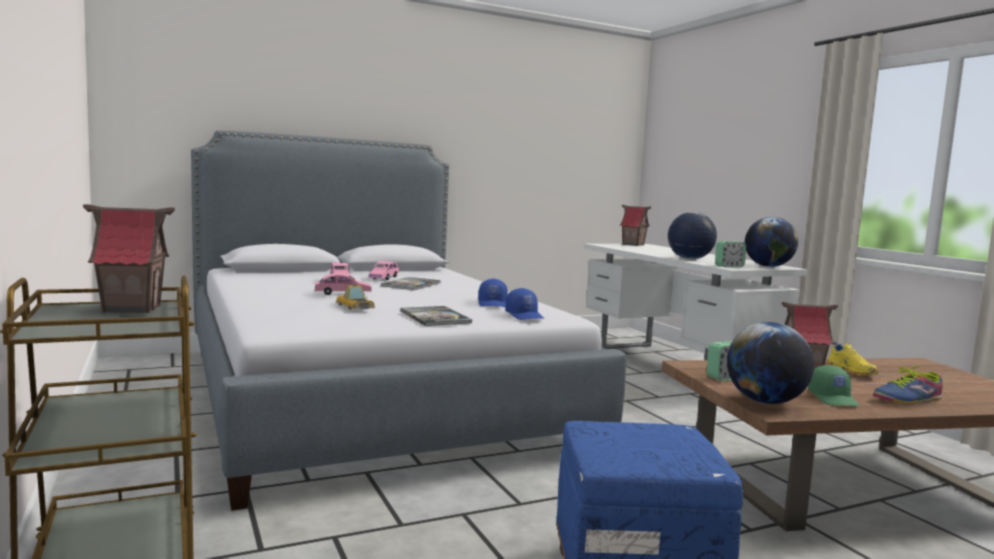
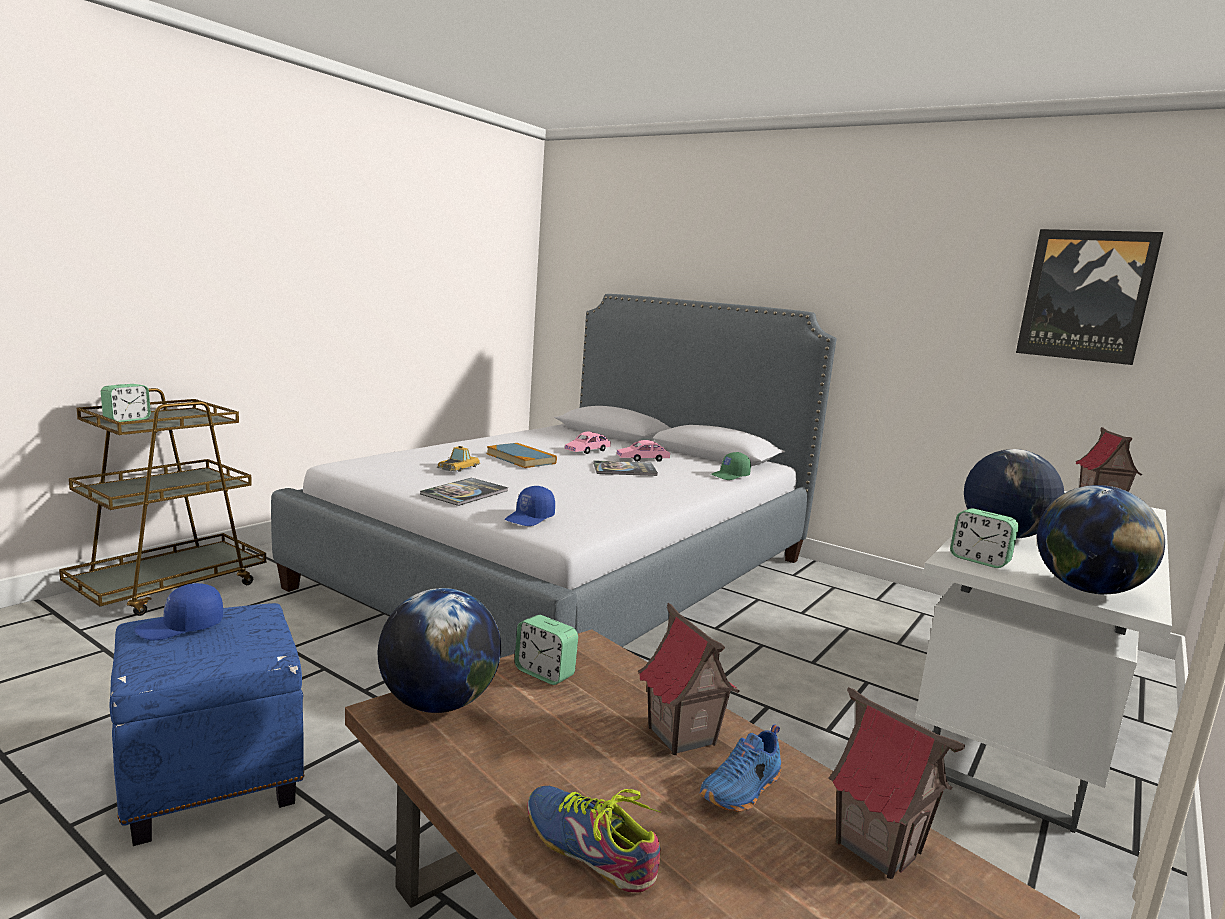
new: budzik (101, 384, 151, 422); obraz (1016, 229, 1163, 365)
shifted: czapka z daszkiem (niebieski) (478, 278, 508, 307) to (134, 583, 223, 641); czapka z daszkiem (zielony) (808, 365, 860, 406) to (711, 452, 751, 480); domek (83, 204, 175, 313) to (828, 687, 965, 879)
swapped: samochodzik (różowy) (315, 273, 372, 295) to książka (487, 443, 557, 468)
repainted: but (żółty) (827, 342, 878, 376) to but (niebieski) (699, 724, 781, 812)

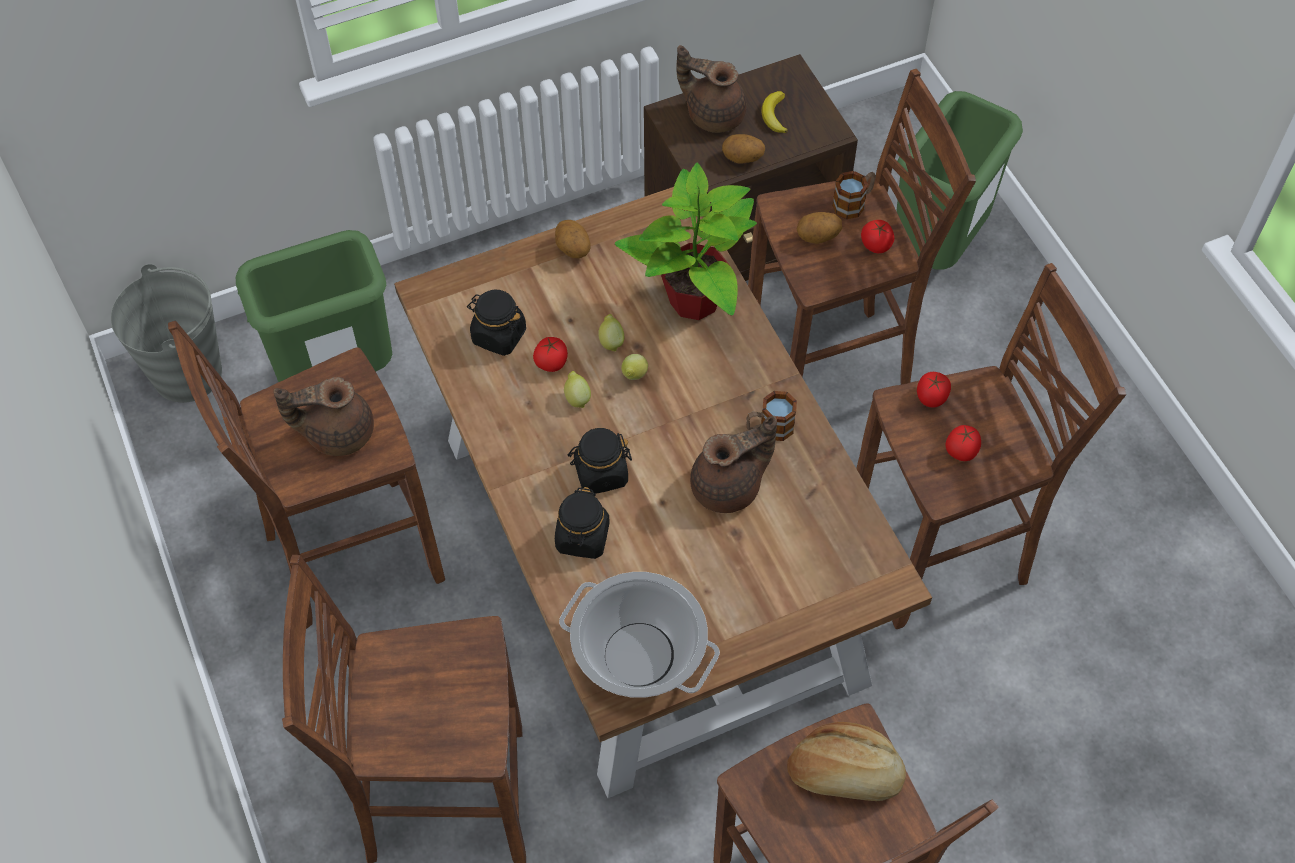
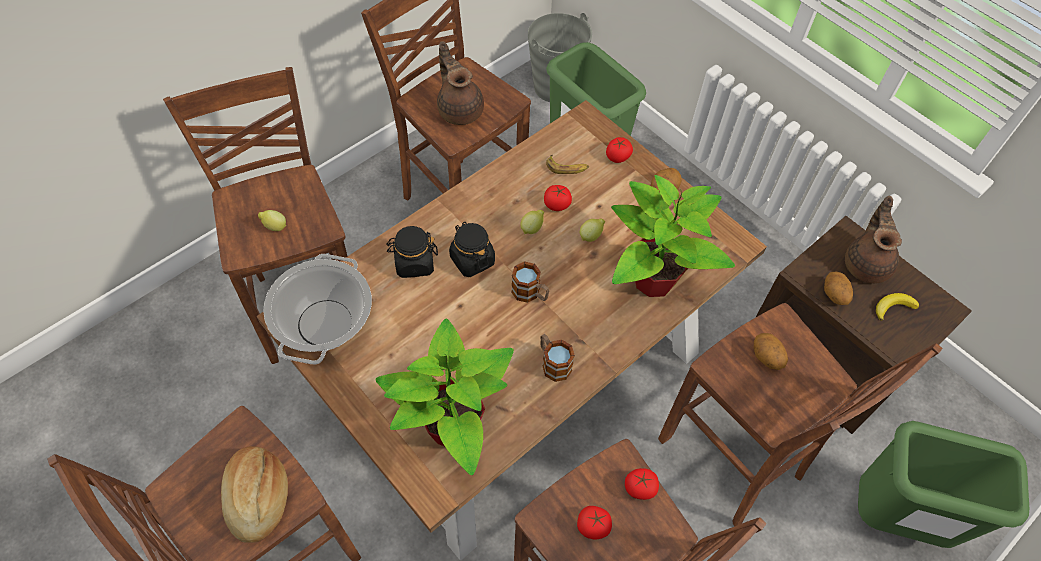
gone: imbryk (brązowy) (690, 416, 777, 513)
new: roślina doniczkowa (375, 319, 514, 475)
shifted: cytryna (621, 354, 648, 380) to (258, 210, 287, 231); kubek (832, 171, 876, 219) to (511, 261, 549, 303); pomidor (861, 220, 894, 253) to (606, 137, 633, 163)
swapped: słoik (czarny) (467, 290, 526, 356) to banan (546, 155, 589, 174)

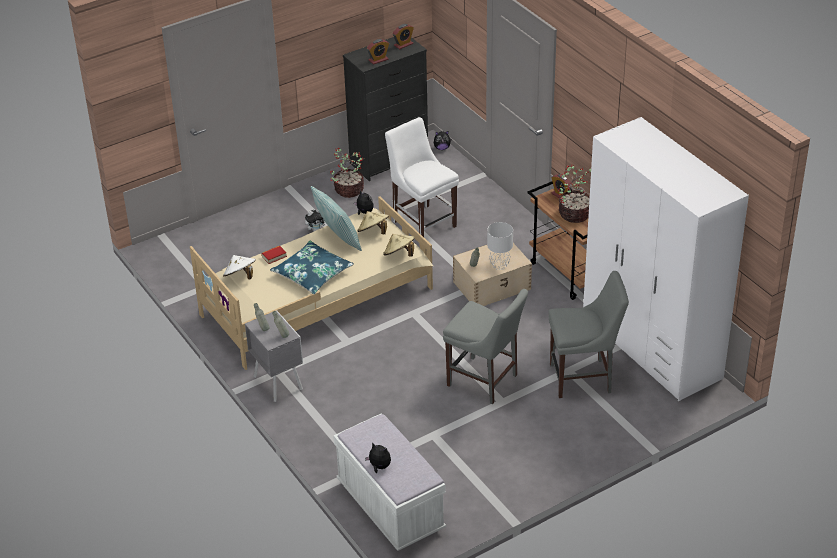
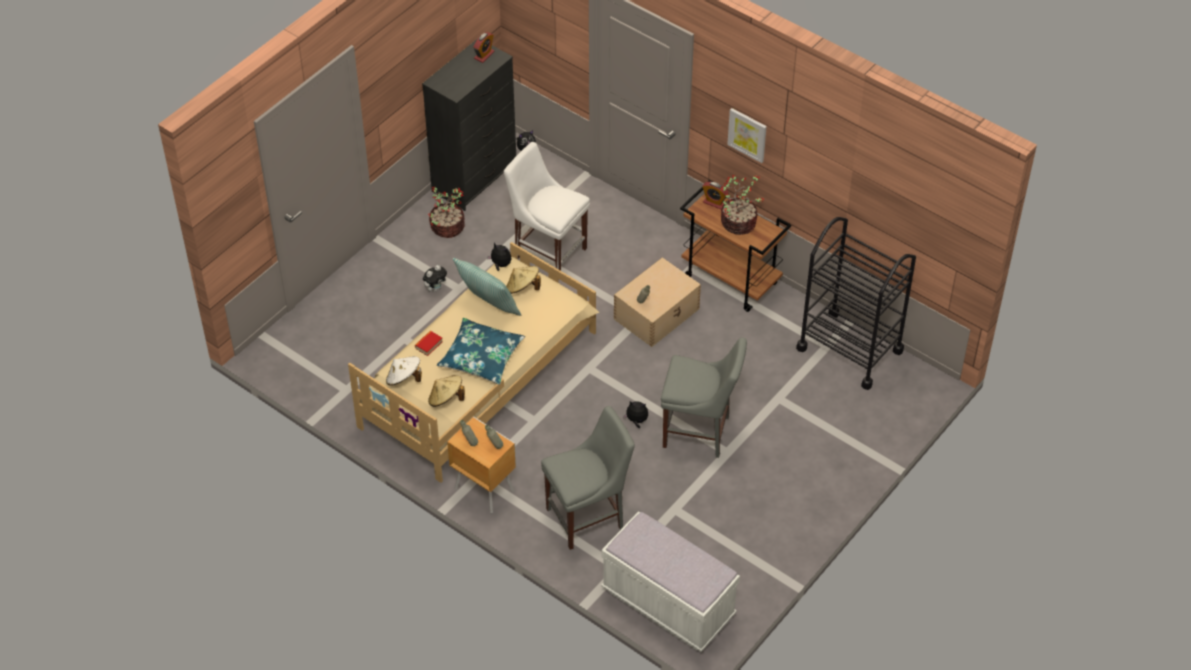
gone: budzik (367, 39, 389, 65); lampa stołowa (szary) (487, 222, 513, 270)
new: obraz (727, 108, 767, 163)
shifted: kapelusz (beżowy) (383, 234, 415, 257) to (428, 375, 465, 407); krzesło (szary) (548, 271, 629, 398) to (541, 406, 635, 550); pluszak (365, 442, 391, 473) to (623, 401, 648, 428)
swapped: szafa (biały) (583, 117, 749, 401) to wózek (czarny) (796, 217, 916, 390)
repainted: szafka nocna (szary) (245, 310, 303, 402) to szafka nocna (brązowy) (447, 417, 516, 513)

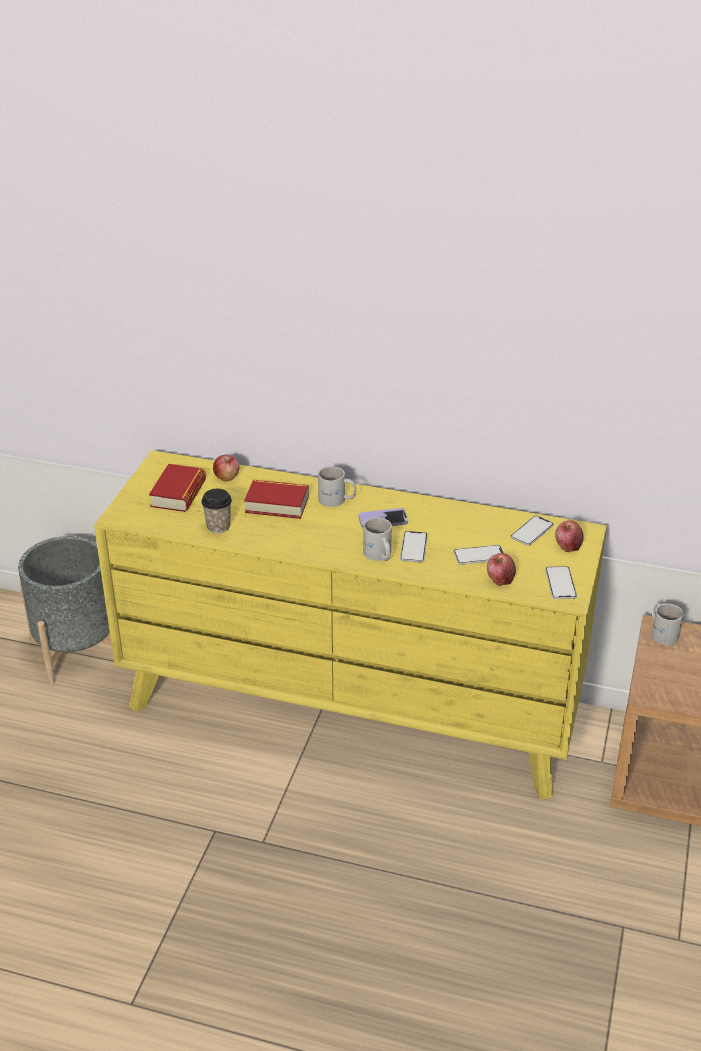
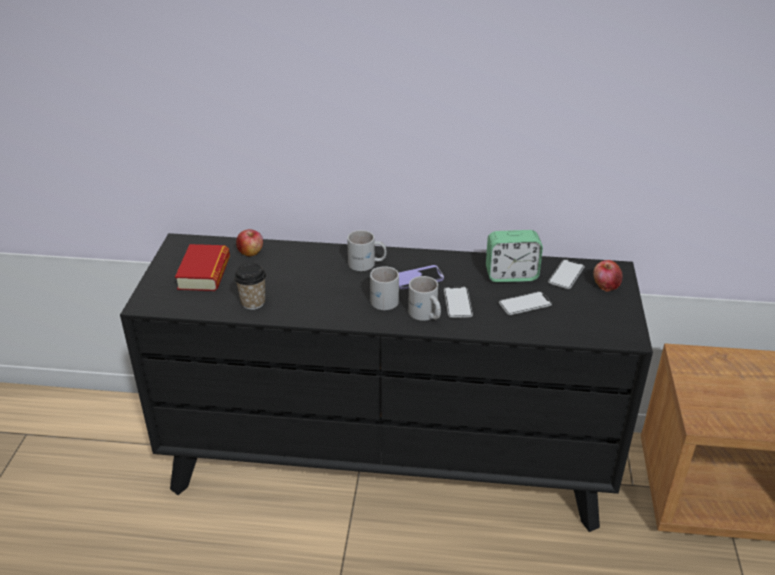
gone: donica (szary) (18, 536, 112, 684); książka (244, 480, 309, 519); jabłko (487, 553, 516, 586); telefon (545, 566, 577, 599)
new: budzik (486, 230, 543, 282)
shifted: kubek (biały) (651, 604, 684, 645) to (370, 266, 399, 310)
repainted: komoda (żółty) (94, 450, 607, 800) to komoda (czarny) (120, 233, 653, 532)

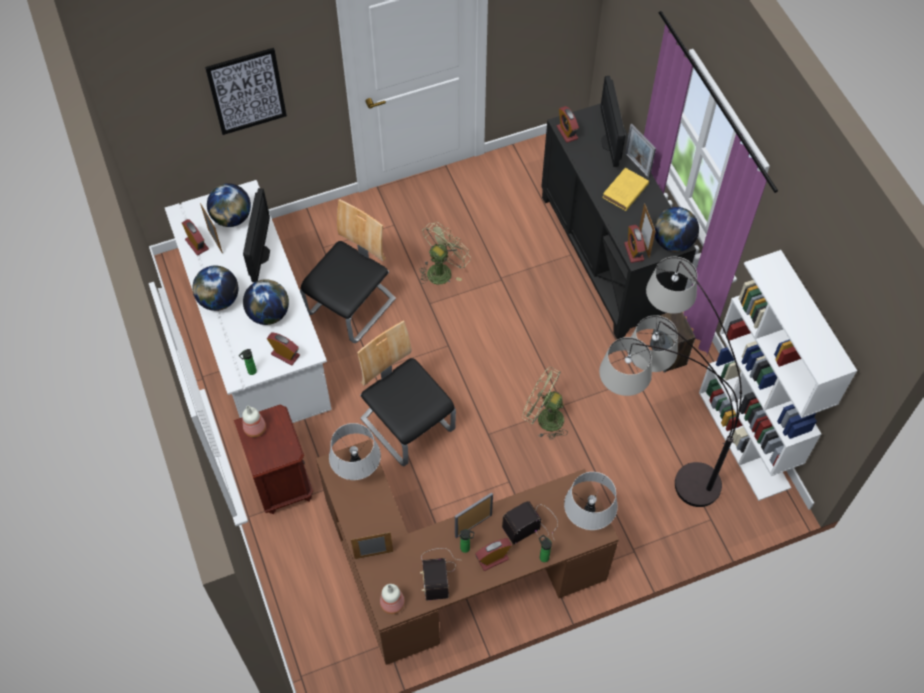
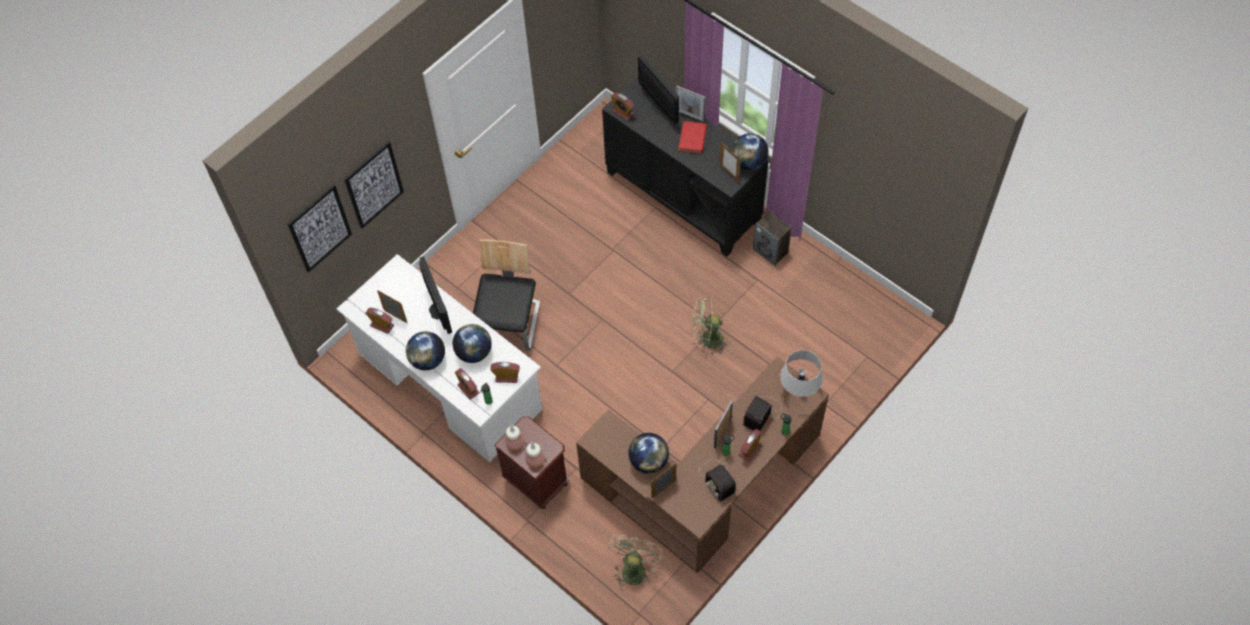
gone: lampa stołowa (szary) (329, 423, 381, 480); krzesło (357, 320, 456, 466); lampa stojąca (599, 257, 742, 507); regał (biały) (699, 250, 857, 501)
new: obraz (287, 184, 352, 273)
shifted: budzik (624, 225, 645, 263) to (455, 368, 480, 400); butelka (380, 584, 405, 614) to (526, 442, 545, 468); wentylator (zielony) (419, 222, 471, 285) to (608, 535, 663, 590); globus (207, 183, 251, 227) to (628, 433, 669, 474)
repainted: książka (żółty) (602, 168, 649, 211) to książka (czerwony) (678, 121, 707, 154)

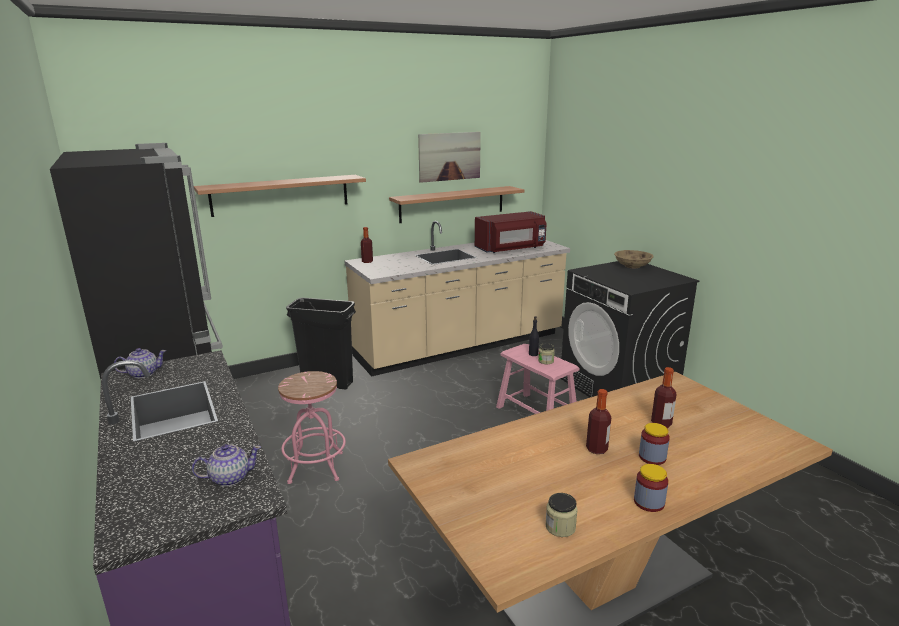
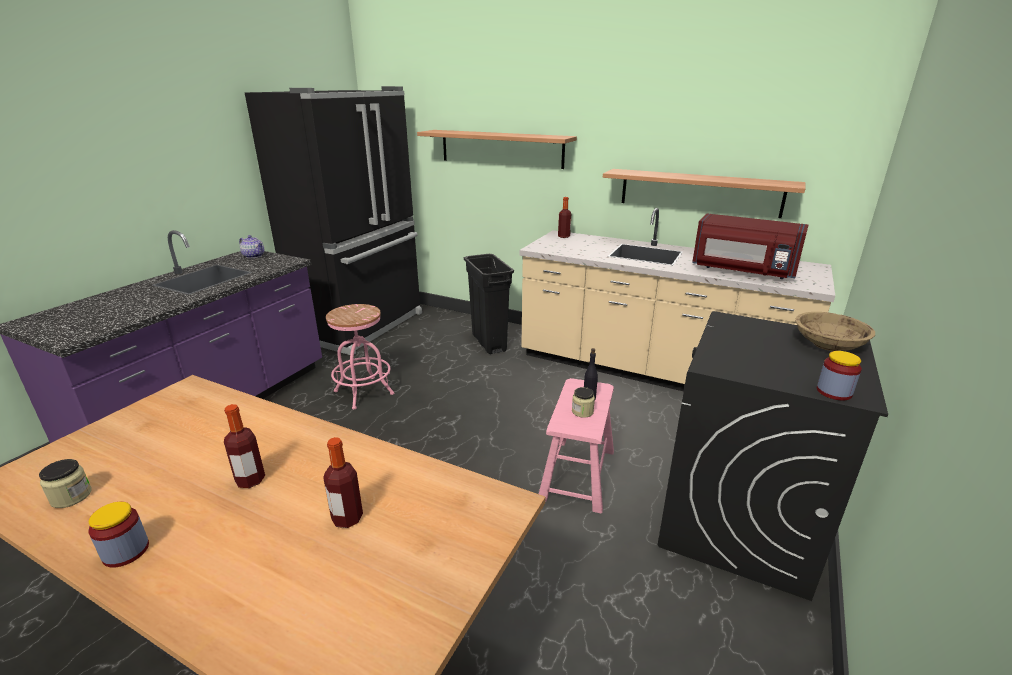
gone: imbryk (192, 444, 261, 486); obraz (418, 132, 481, 183)
shifted: słoik (639, 423, 670, 465) to (817, 351, 862, 400)

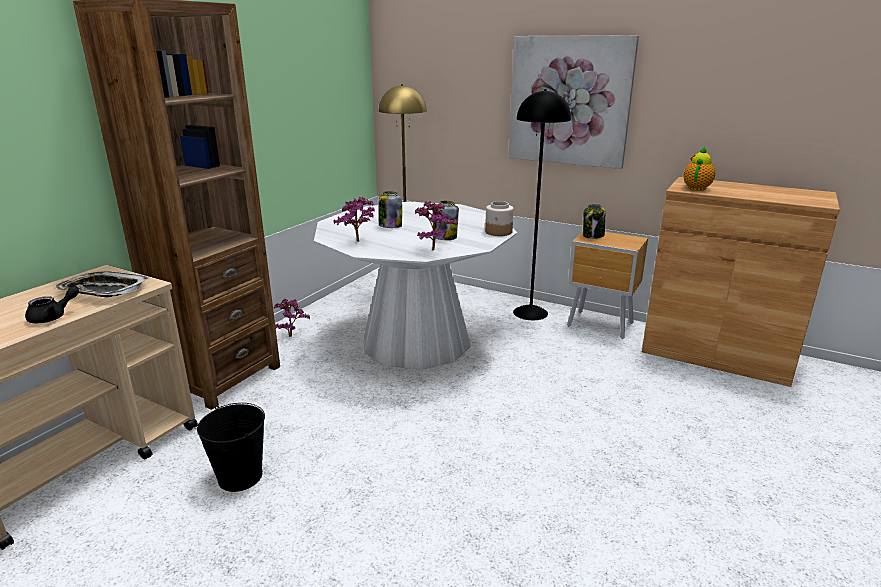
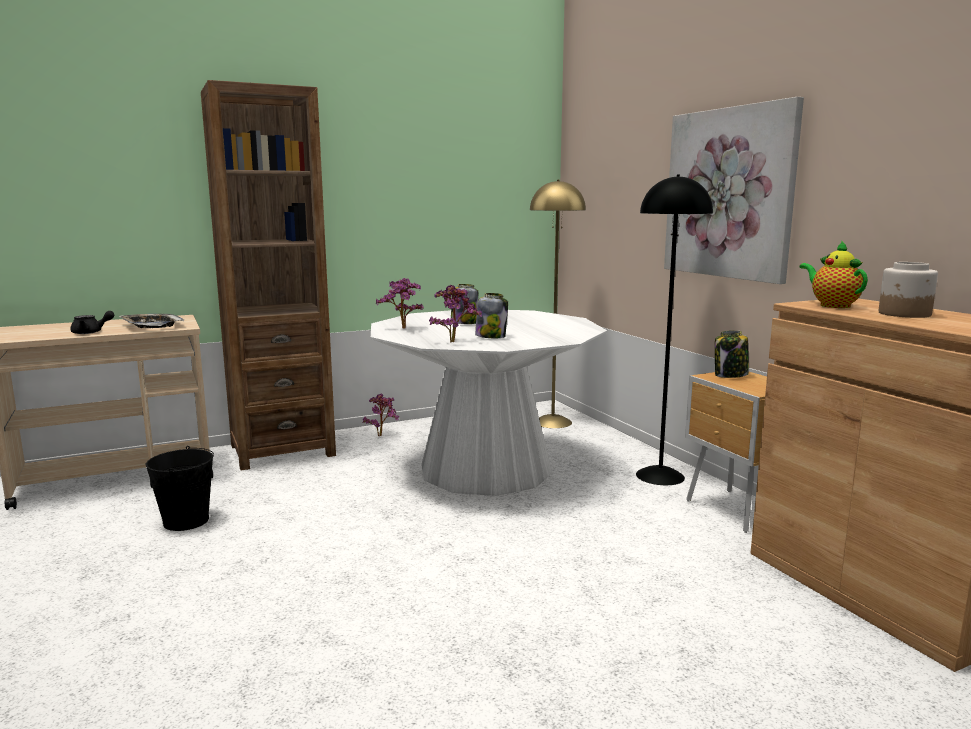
shifted: słoik (485, 201, 514, 236) to (879, 262, 938, 318)
rotated: imbryk (684, 146, 715, 190) = (800, 240, 868, 308) 90 degrees counterclockwise

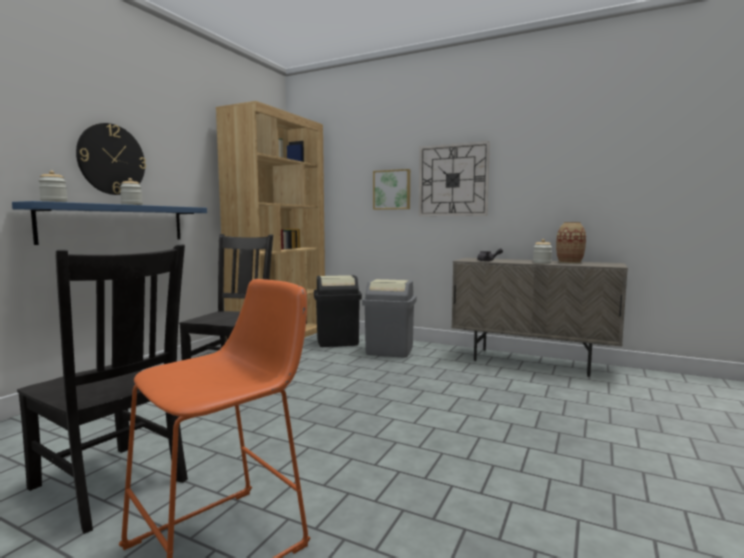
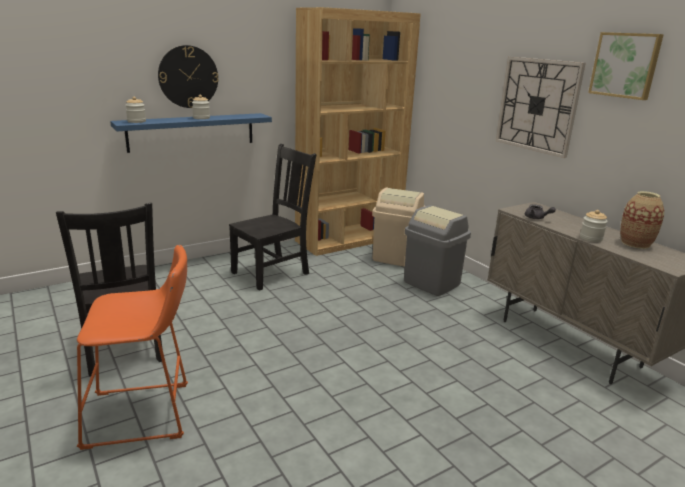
shifted: obraz (373, 169, 410, 210) to (588, 32, 664, 100)
repainted: kosz na śmieci (czarny) (314, 275, 362, 347) to kosz na śmieci (beżowy) (372, 188, 424, 267)

